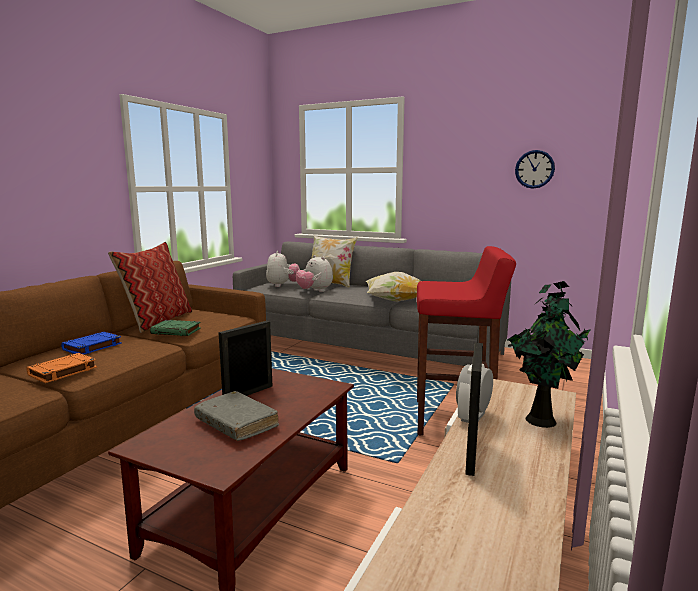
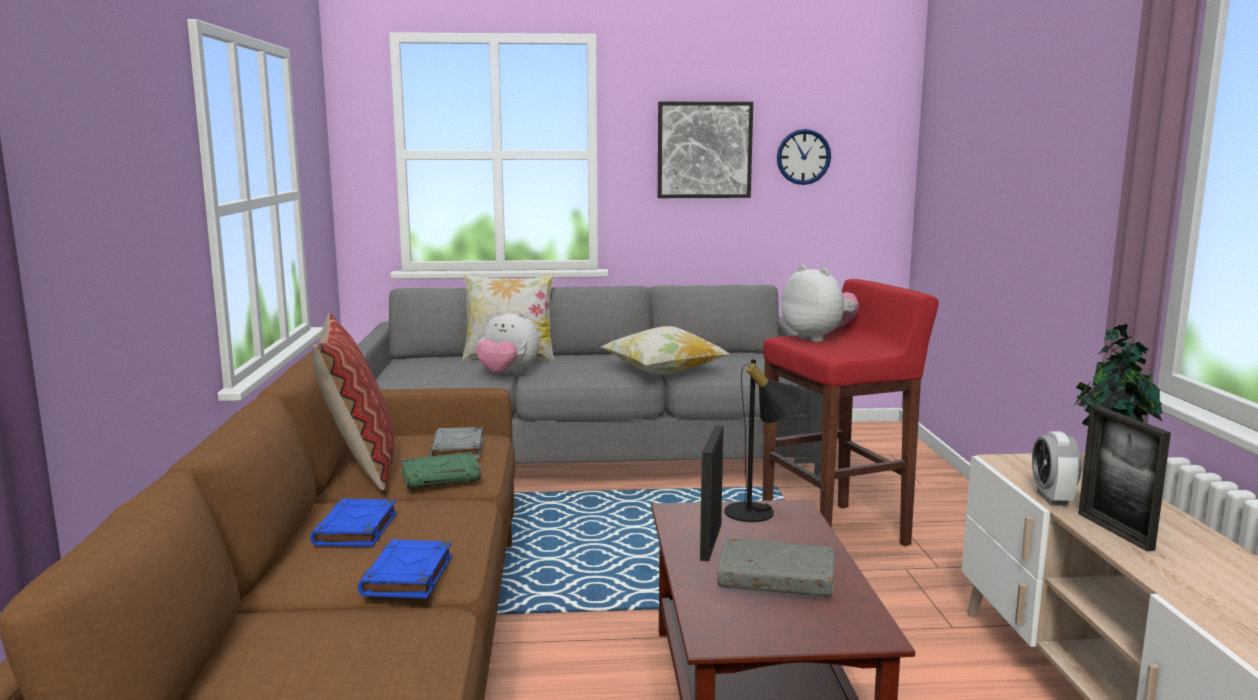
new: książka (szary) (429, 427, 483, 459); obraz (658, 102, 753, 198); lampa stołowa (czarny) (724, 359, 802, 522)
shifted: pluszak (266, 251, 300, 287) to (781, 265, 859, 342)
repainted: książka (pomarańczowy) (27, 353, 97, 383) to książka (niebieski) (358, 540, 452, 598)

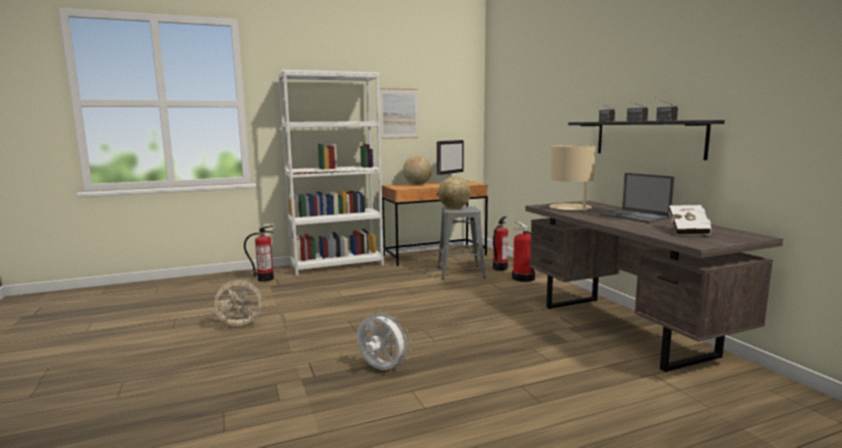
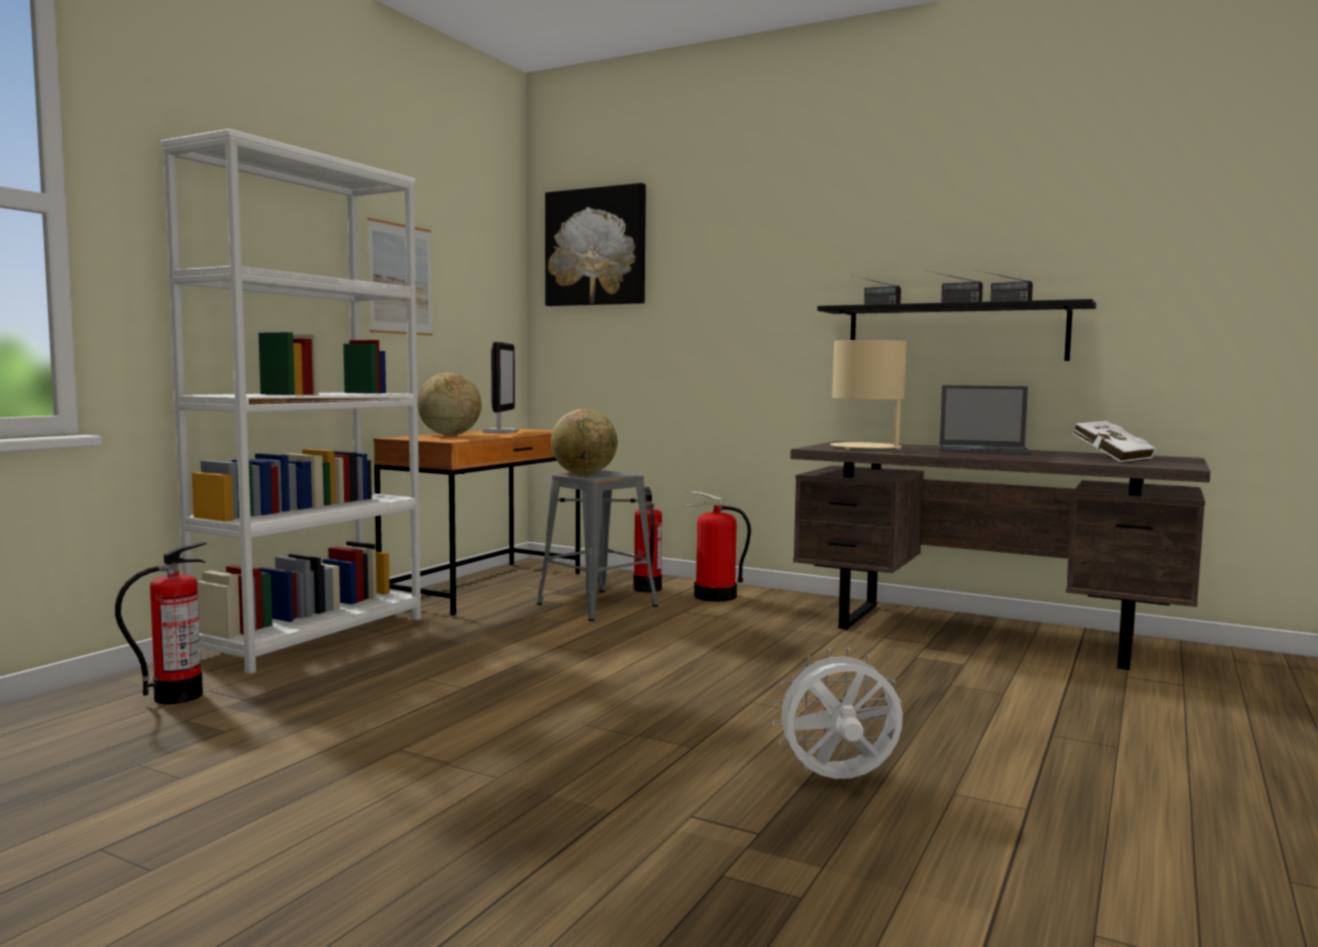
gone: wentylator (beżowy) (210, 280, 265, 329)
new: obraz (545, 183, 646, 306)

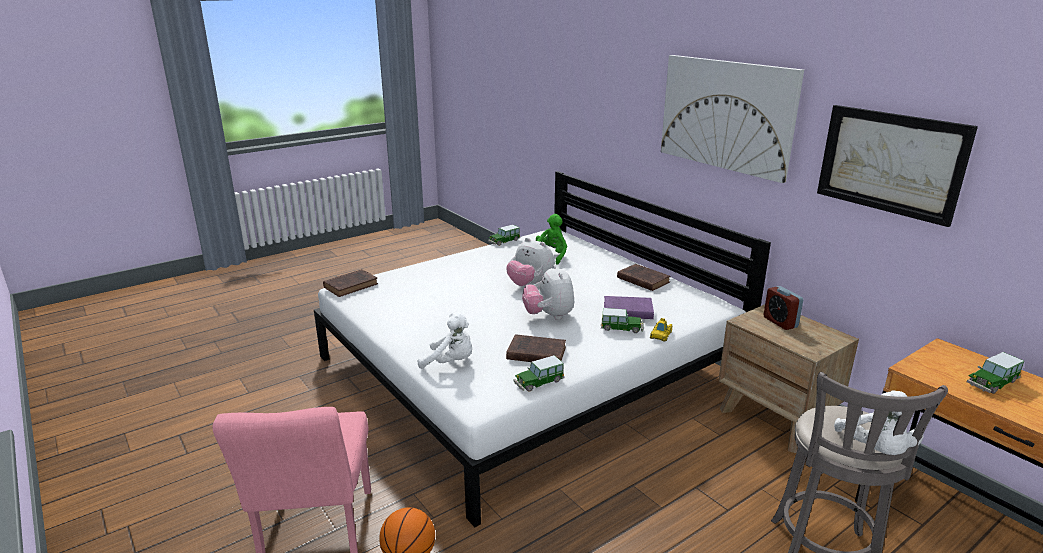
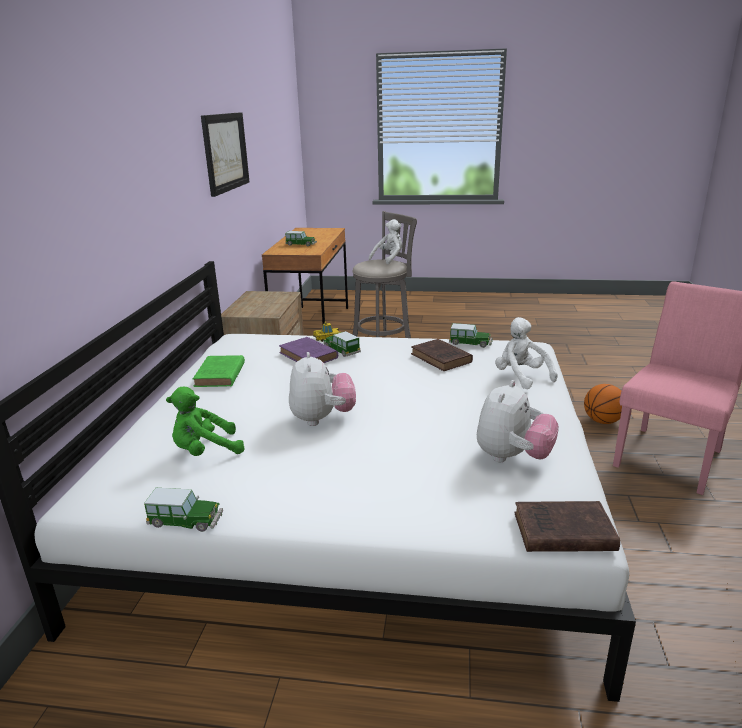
gone: obraz (661, 55, 804, 183); budzik (764, 286, 803, 330)
shifted: pluszak (522, 264, 574, 320) to (477, 380, 559, 462)
repainted: książka (brązowy) (617, 264, 671, 291) to książka (zielony) (193, 355, 245, 387)

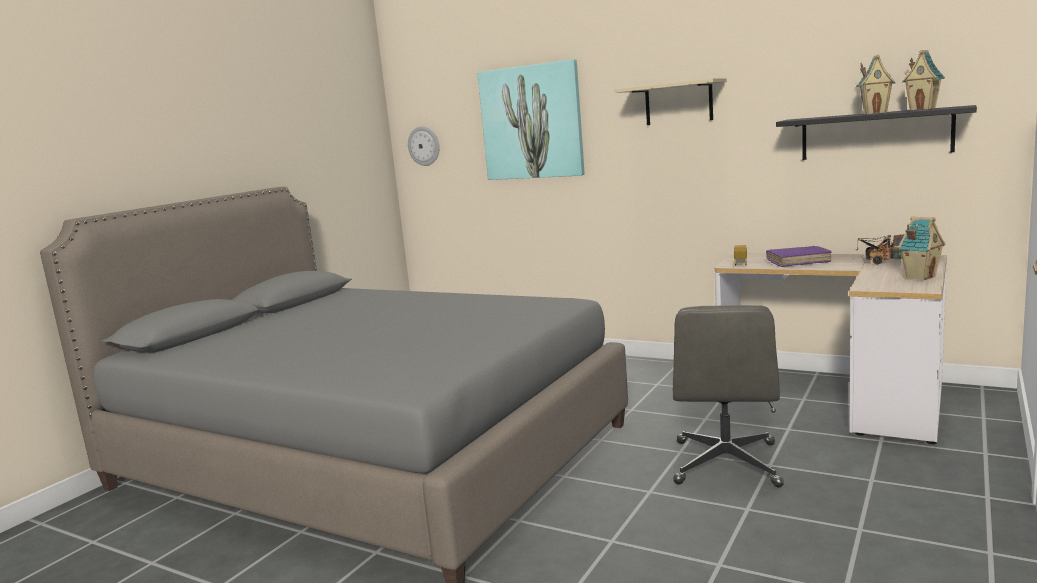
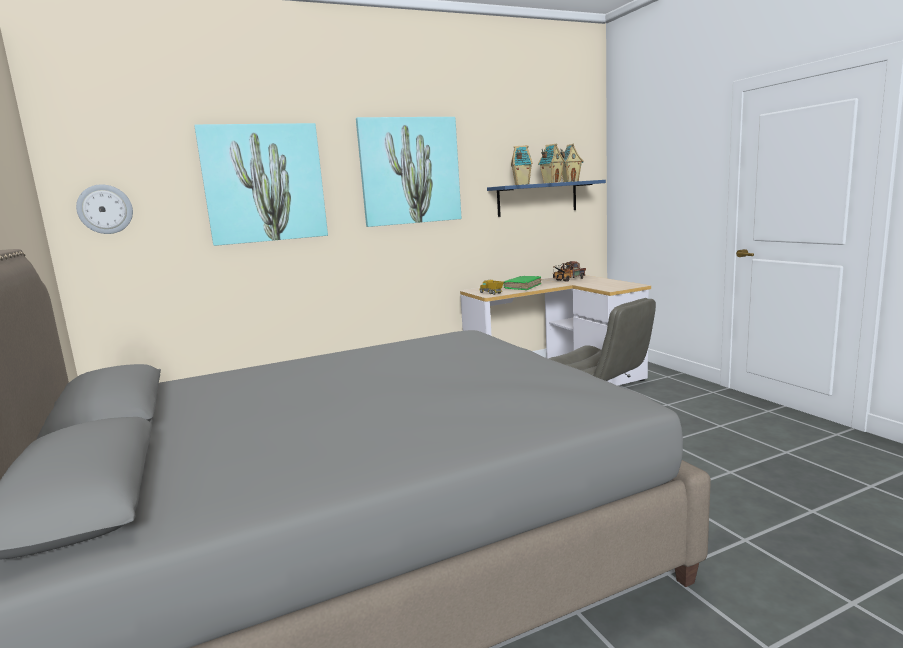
shifted: domek (898, 216, 946, 280) to (511, 145, 533, 185)
swapped: półka (beżowy) (614, 78, 727, 125) to obraz (356, 117, 461, 227)
repainted: półka (czarny) (776, 105, 977, 160) to półka (niebieski) (487, 180, 606, 217); książka (fioletowy) (766, 246, 832, 267) to książka (zielony) (503, 276, 541, 290)

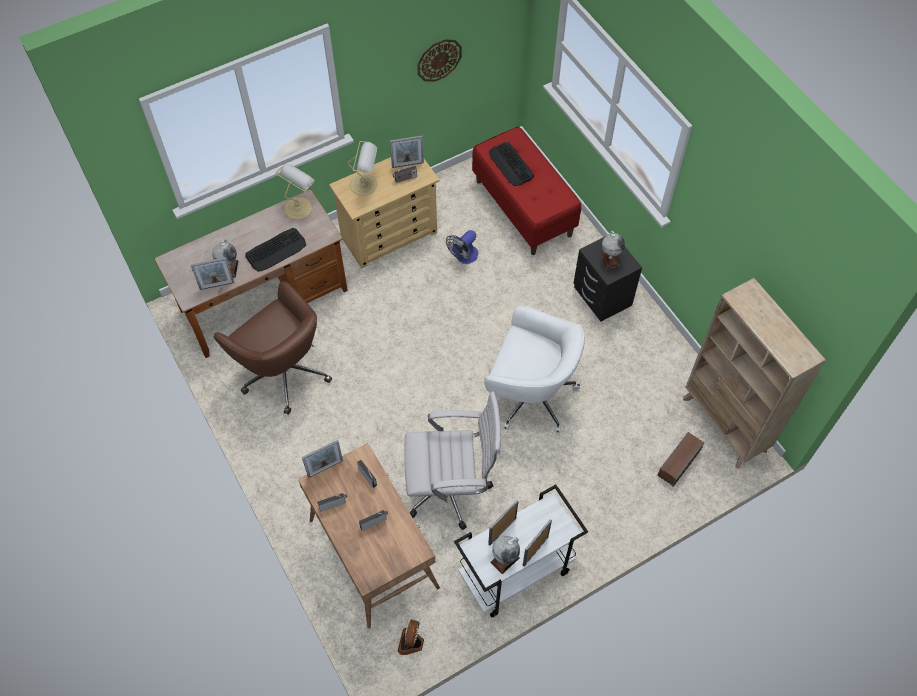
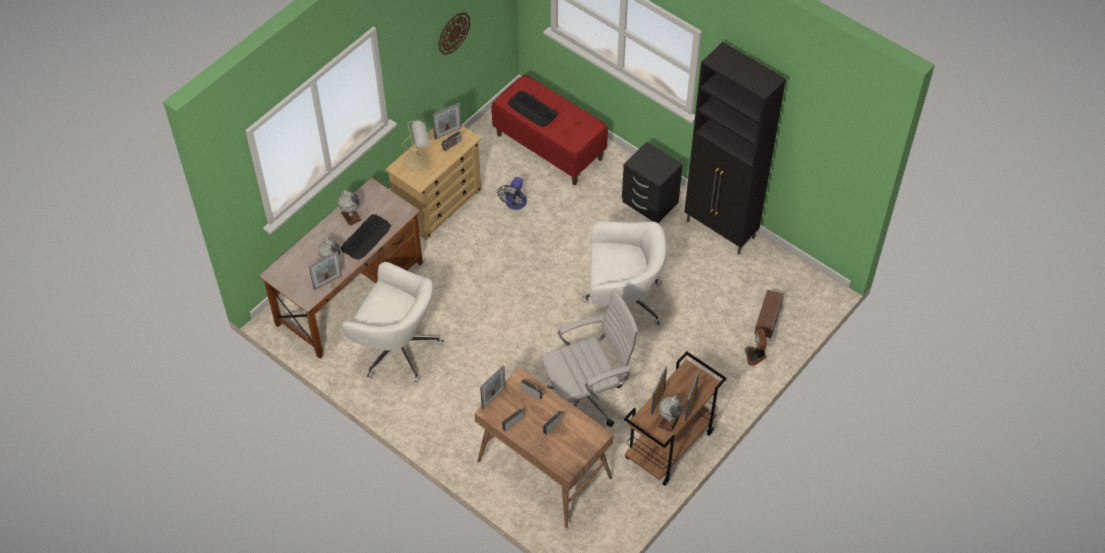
gone: lampa stołowa (275, 164, 314, 220); regał (beżowy) (683, 278, 826, 469)
new: szafka (czarny) (685, 42, 786, 254)
shifted: globus (601, 231, 625, 269) to (338, 190, 362, 226); wentylator (397, 620, 424, 655) to (745, 328, 766, 366)
repainted: krzesło biurowe (brązowy) (213, 281, 332, 415) to krzesło biurowe (biały) (342, 262, 444, 383); wózek (biały) (454, 484, 588, 617) to wózek (brązowy) (624, 351, 727, 486)

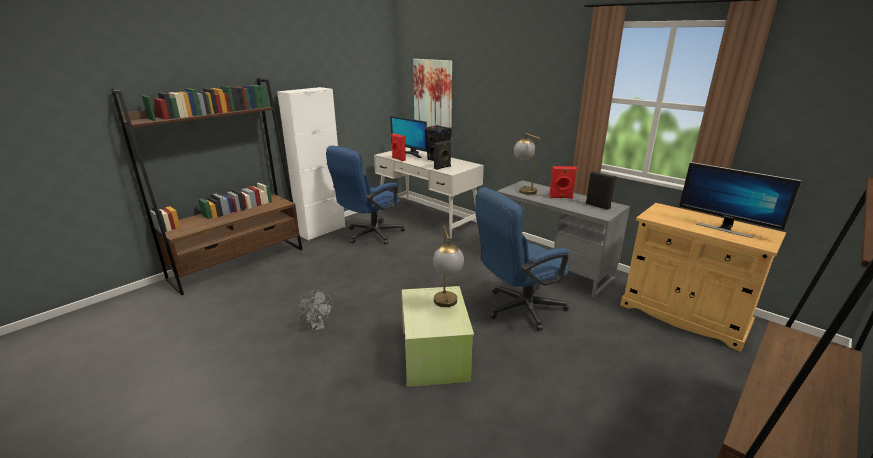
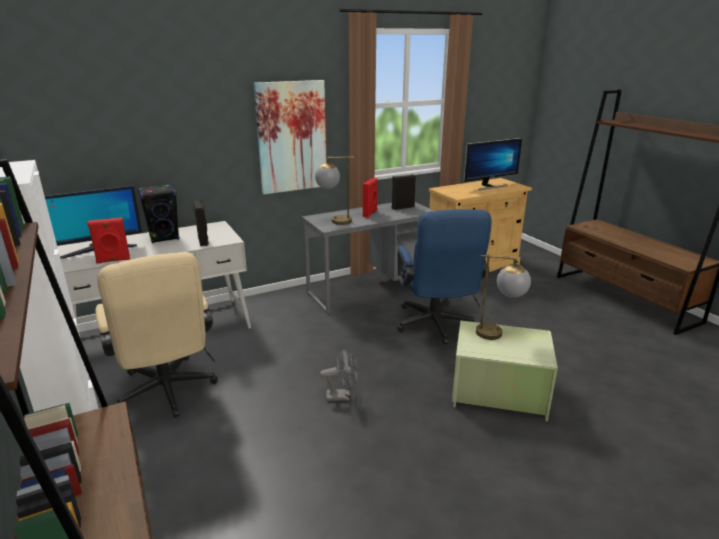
shifted: obraz (413, 59, 452, 128) to (254, 80, 327, 194); wentylator (szary) (297, 291, 333, 331) to (320, 349, 358, 401)
repainted: krzesło biurowe (niebieski) (326, 146, 405, 244) to krzesło biurowe (beżowy) (96, 252, 218, 418)

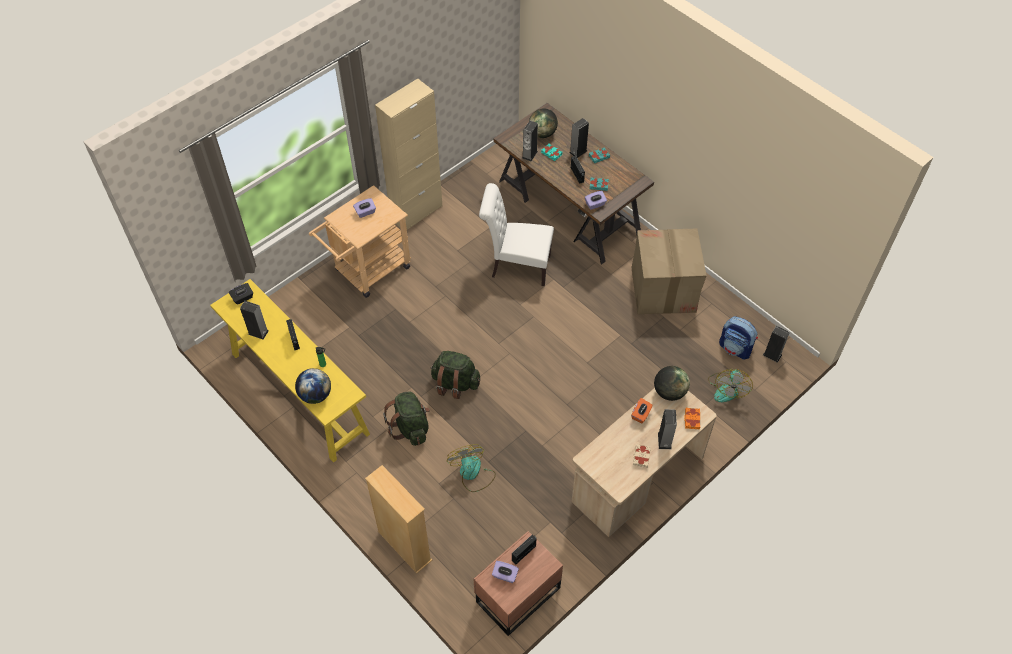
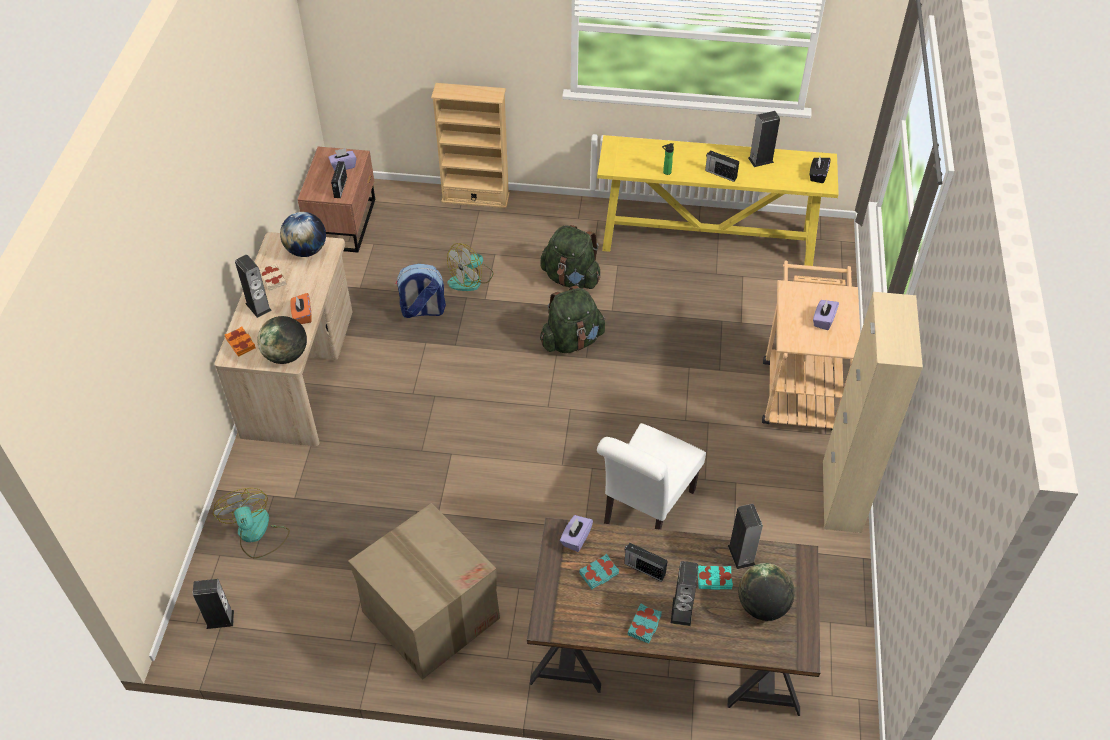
shifted: globus (295, 368, 331, 404) to (280, 212, 326, 257); plecak (719, 316, 758, 360) to (395, 264, 446, 318)
rotated: wentylator (447, 444, 496, 492) = (447, 243, 494, 291) 105 degrees clockwise; krzesło (biały) (479, 183, 554, 286) = (597, 423, 706, 530) 150 degrees clockwise

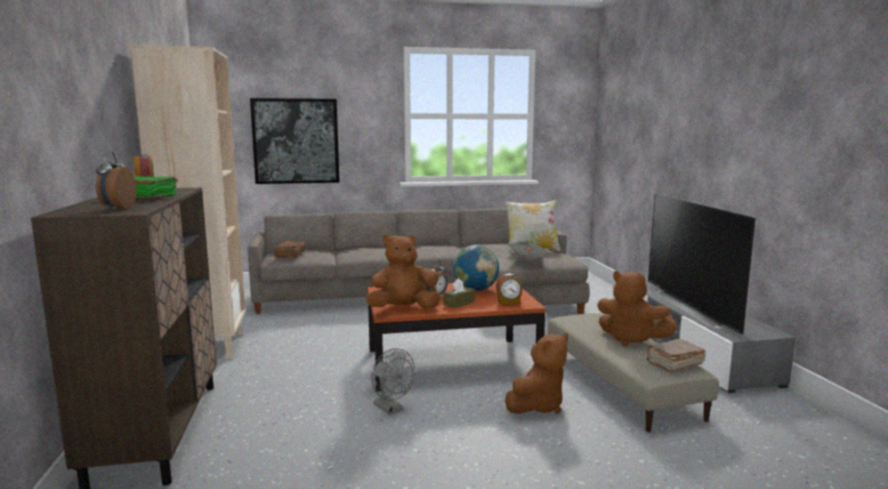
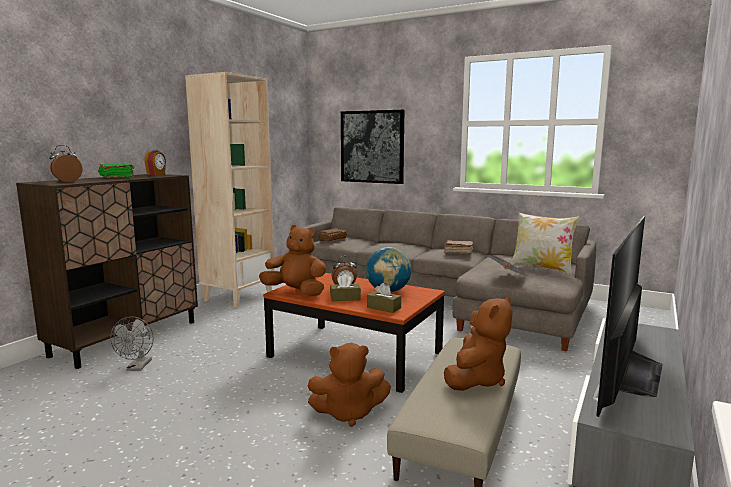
shifted: wentylator (szary) (372, 348, 415, 415) to (110, 316, 154, 371); książka (brązowy) (647, 339, 706, 372) to (444, 240, 473, 254)
swapped: budzik (496, 273, 523, 305) to pudełko chusteczek (brązowy) (367, 283, 401, 313)
rotated: pluszak (brązowy) (597, 271, 678, 347) = (444, 296, 513, 391) 135 degrees counterclockwise

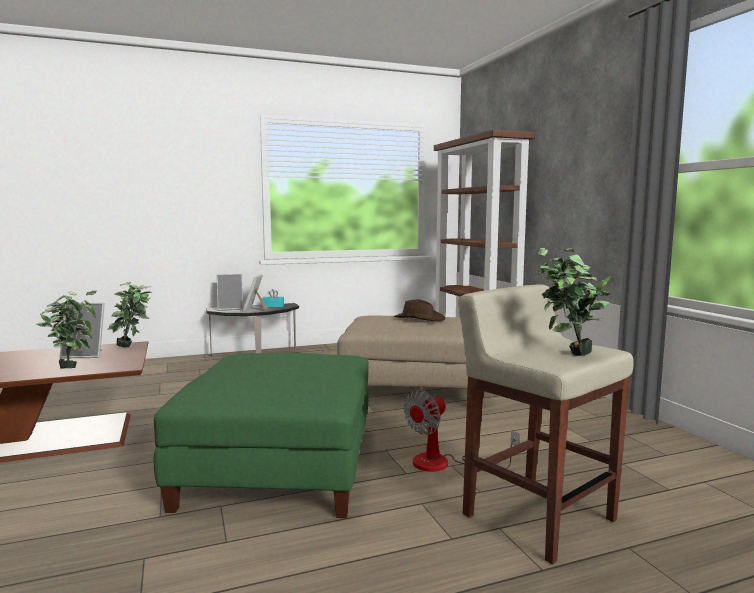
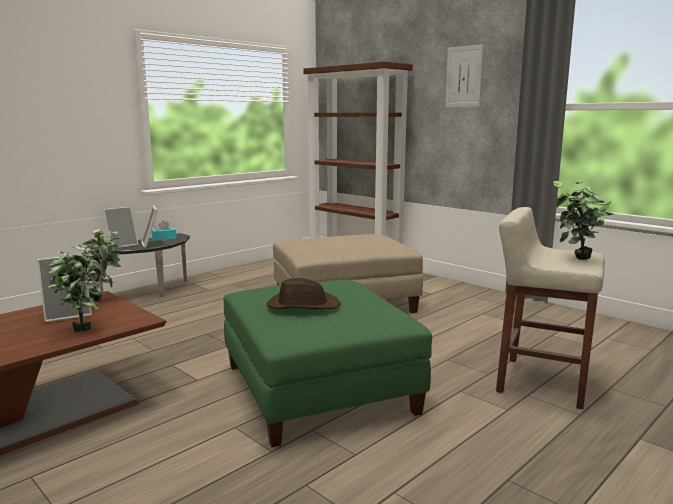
gone: wentylator (404, 390, 520, 472)
new: obraz (445, 44, 483, 107)
shifted: kapelusz (brązowy) (394, 300, 445, 321) to (266, 278, 341, 309)

